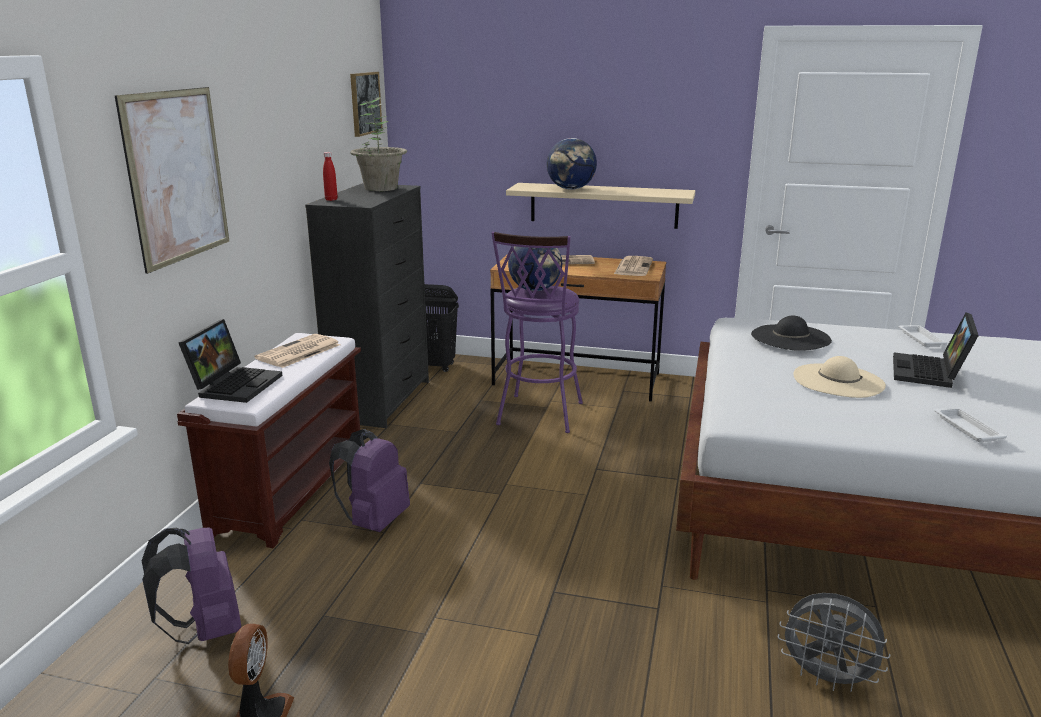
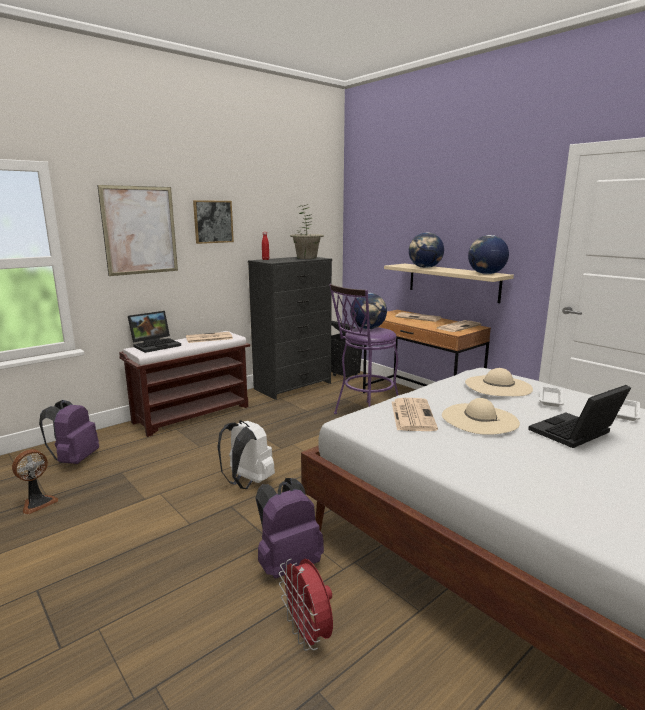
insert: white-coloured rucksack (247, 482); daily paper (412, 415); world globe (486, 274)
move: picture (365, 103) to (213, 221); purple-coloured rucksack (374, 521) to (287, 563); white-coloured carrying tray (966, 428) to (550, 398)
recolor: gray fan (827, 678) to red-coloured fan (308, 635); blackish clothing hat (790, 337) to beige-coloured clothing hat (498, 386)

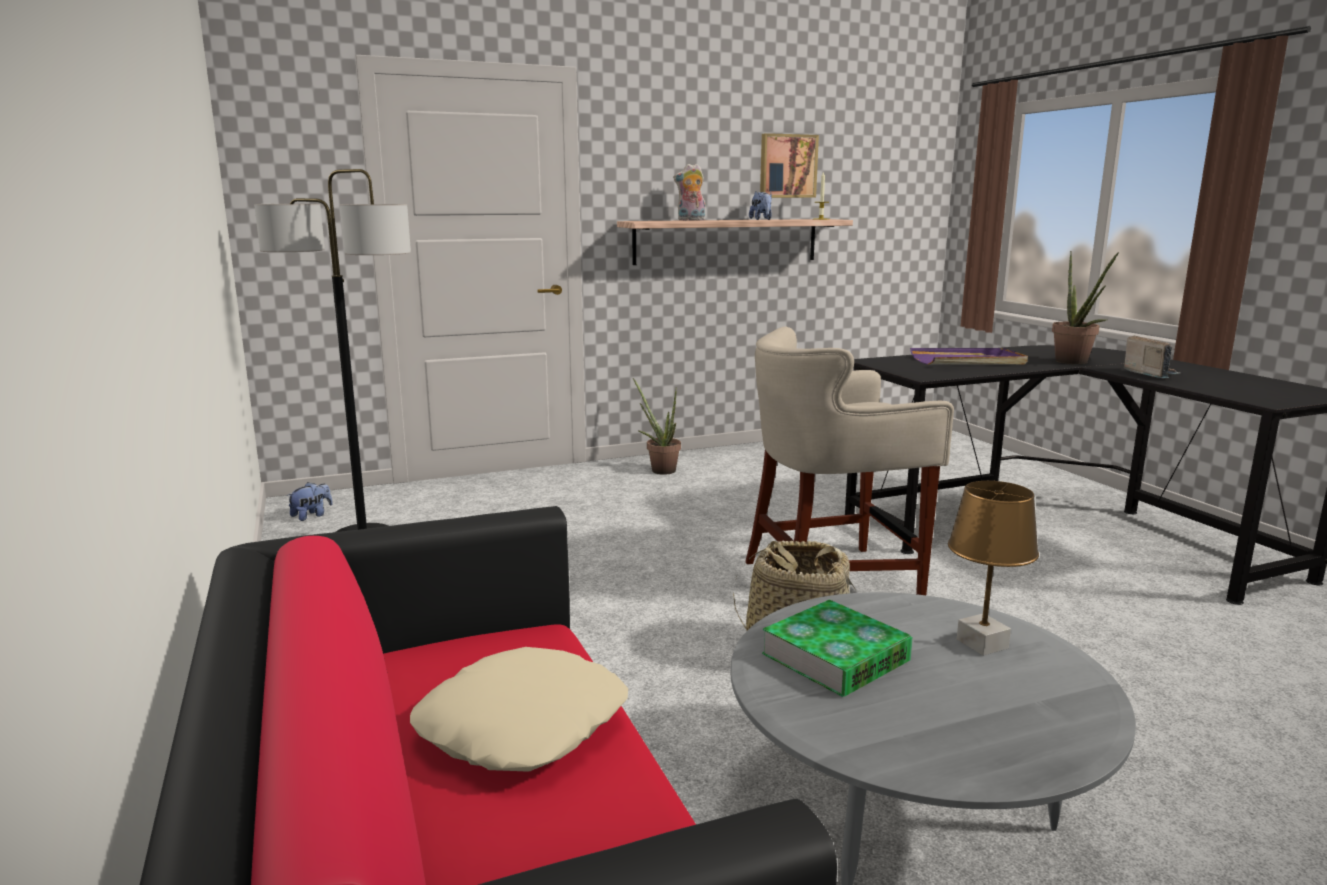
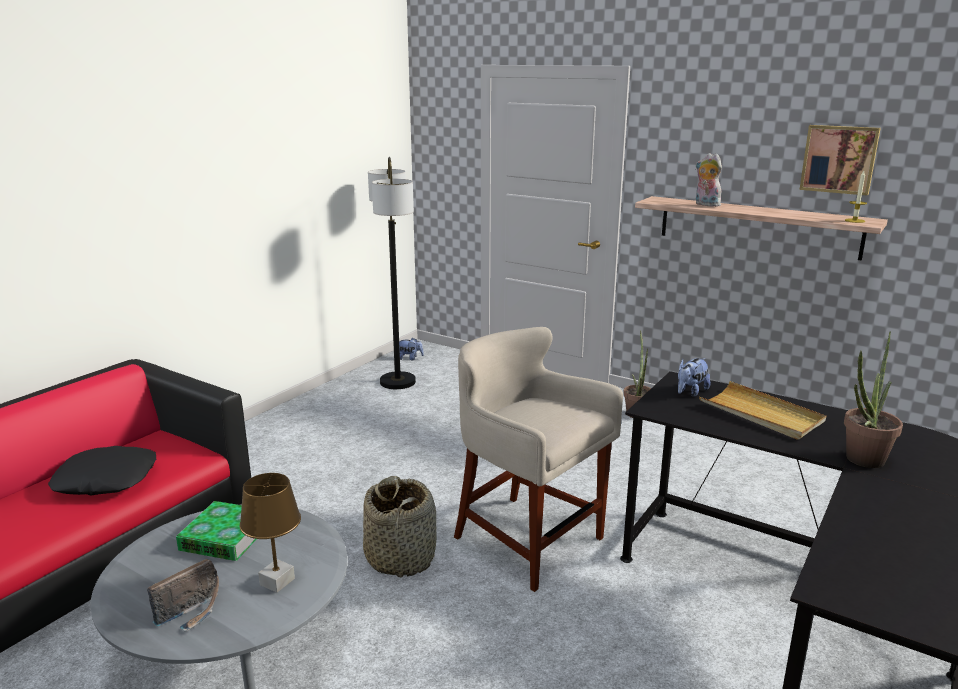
move: radio set (1150, 373) to (193, 612); cuddly toy (761, 219) to (690, 392)
recolor: beige-coloured throw pillow (521, 724) to blackish throw pillow (107, 479); purple-coloured carrying tray (968, 361) to beige-coloured carrying tray (761, 414)

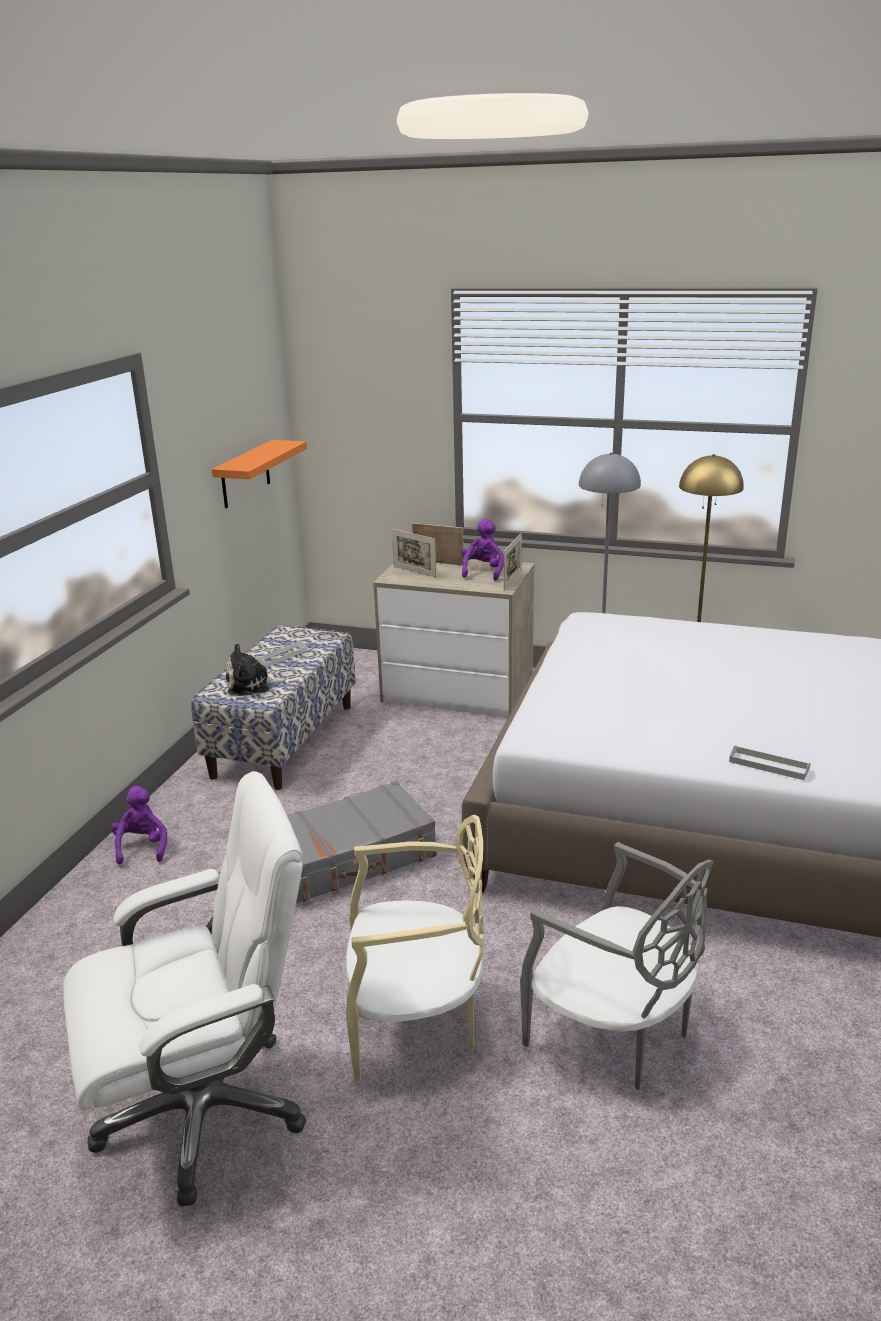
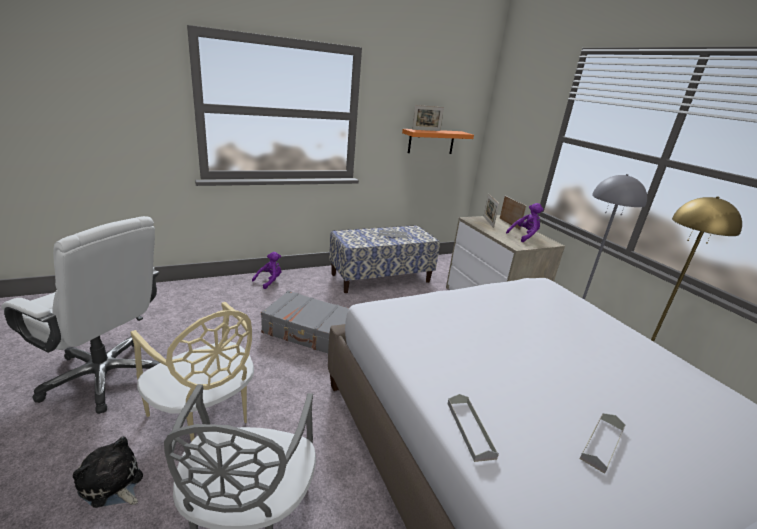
insert: gray carrying tray (602, 443)
move: cuddly toy (251, 685) to (112, 484); standing frame (512, 581) to (426, 130)

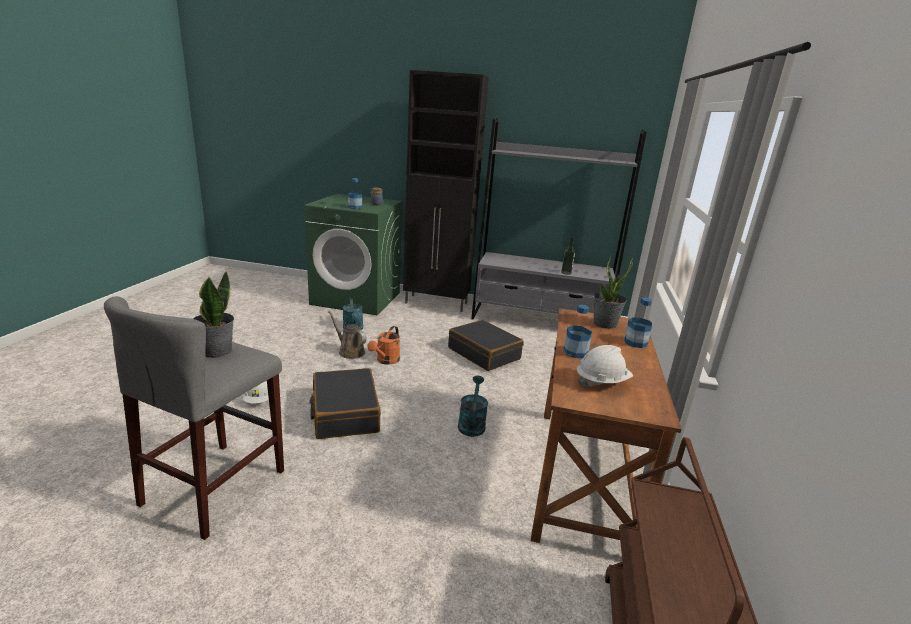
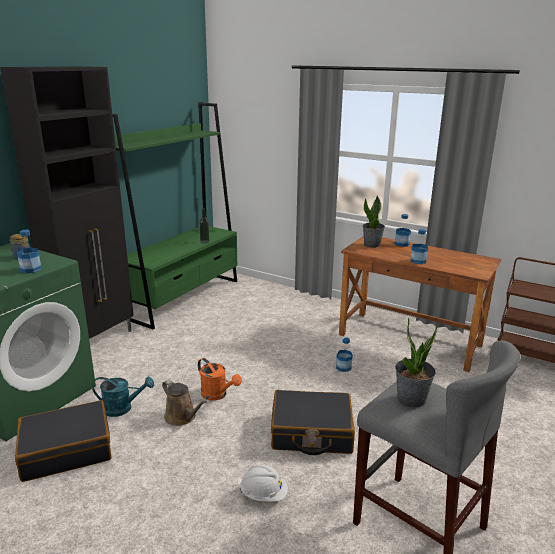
delete: white-coloured work helmet (601, 382)
move: blackish travel case (484, 353) to (66, 450)
replace: turquoise-coloured watering pot (471, 423) to beverage bottle (343, 367)
recolor: gray bookshelf (539, 321) to greenish bookshelf (183, 298)
rotate: brown watering pot (350, 351) = (182, 417) 105 degrees counterclockwise

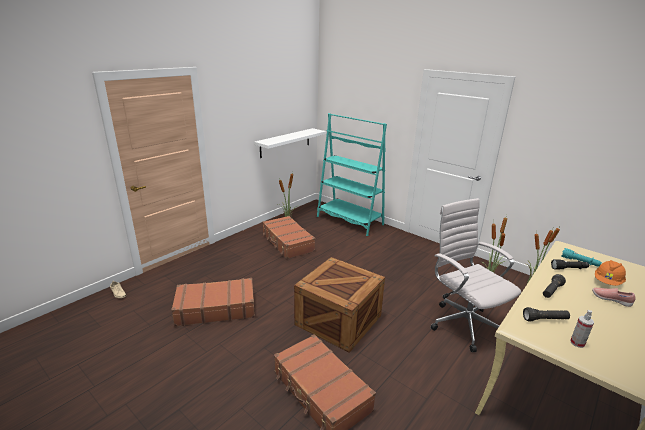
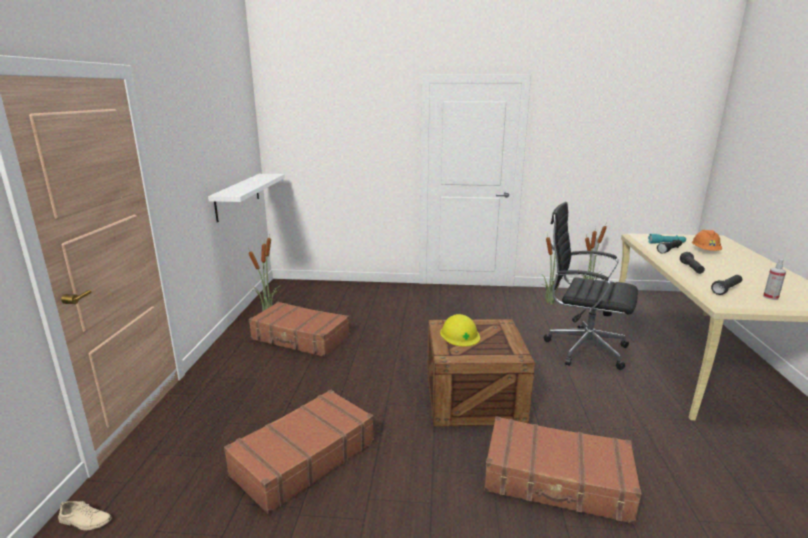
delete: turquoise-coloured bookshelf (349, 220); pinkish item of footwear (610, 300)
insert: yellowish work helmet (460, 334)
recolor: white-coloured computer chair (463, 323) to blackish computer chair (582, 348)

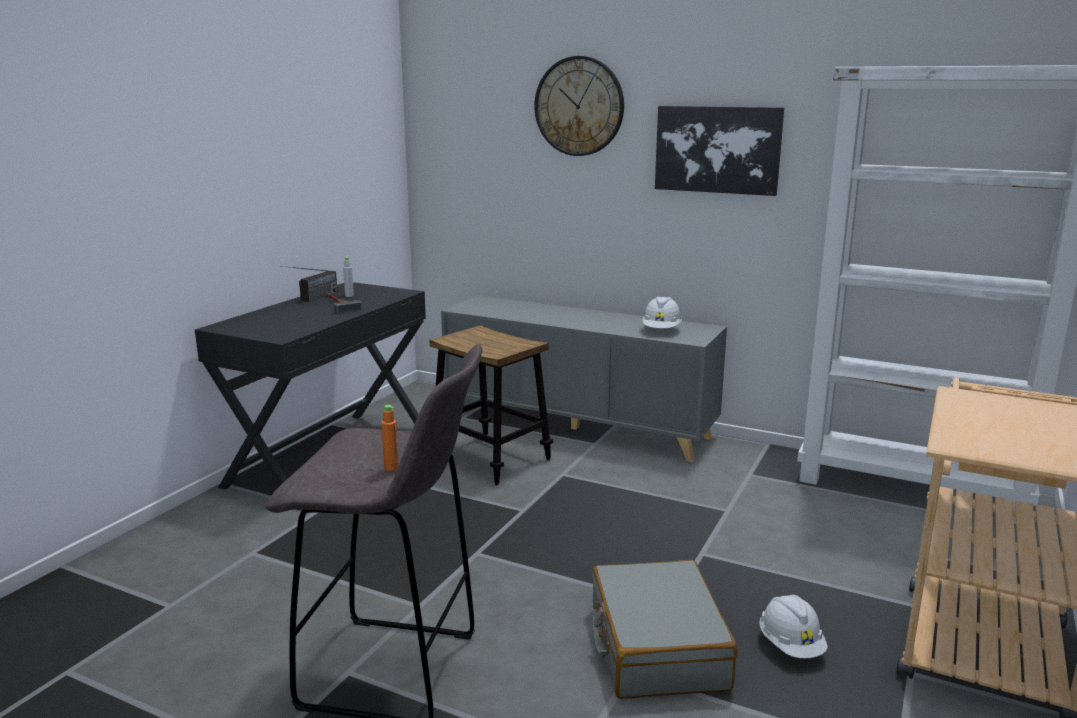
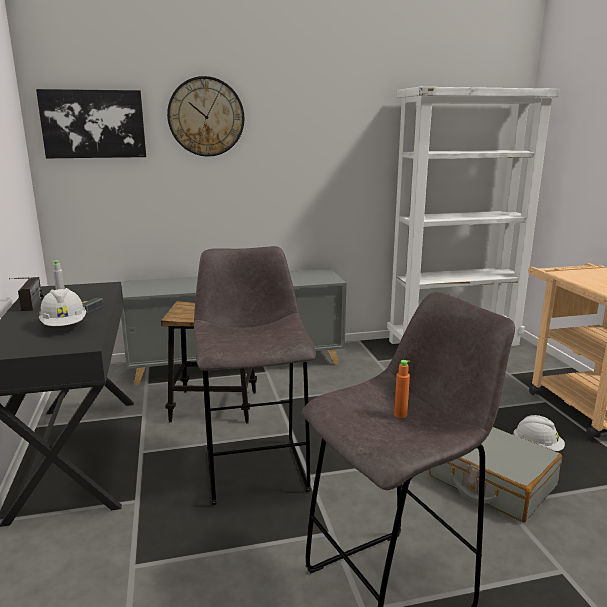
insert: gray stool seat (255, 468)
move: picture (717, 149) to (93, 124); white-coloured work helmet (661, 330) to (64, 326)

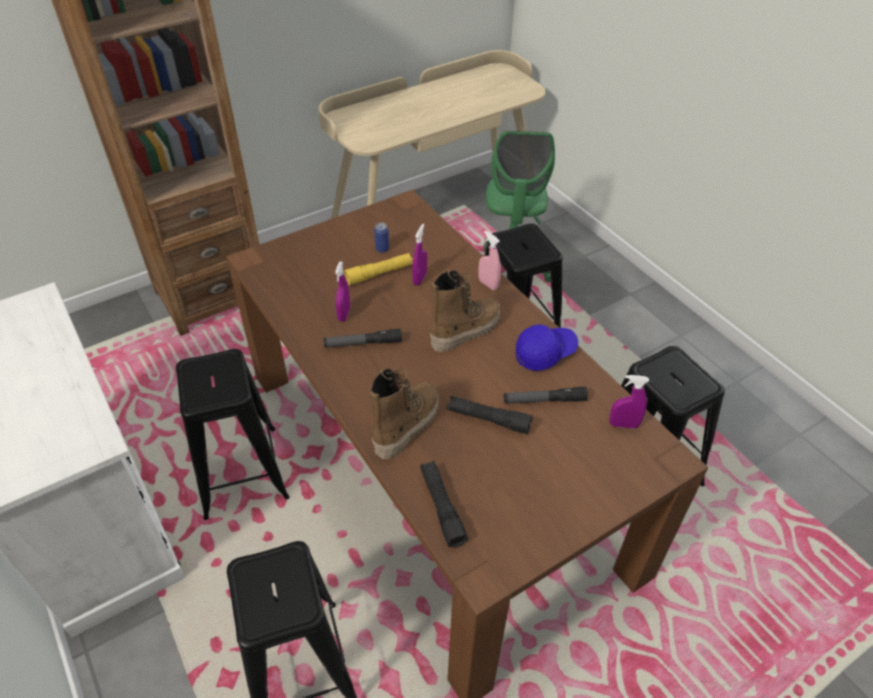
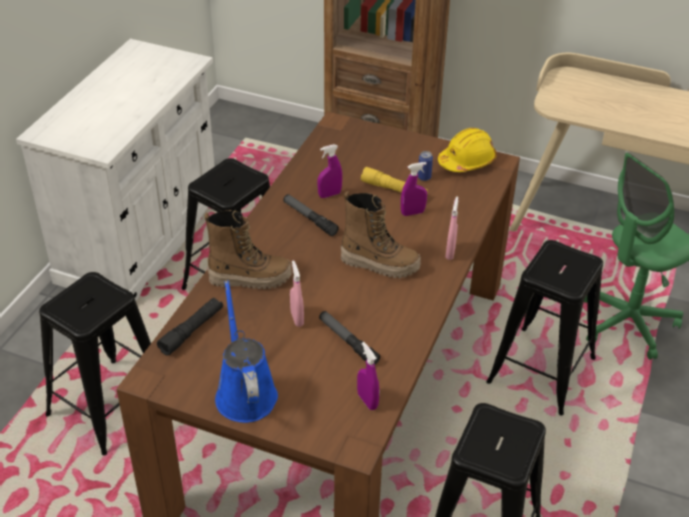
delete: bluish cap (545, 353)
insert: bluish watering pot (244, 392); yellowish work helmet (467, 161)
replace: blackish hand torch (488, 419) to pinkish sprayer (297, 318)

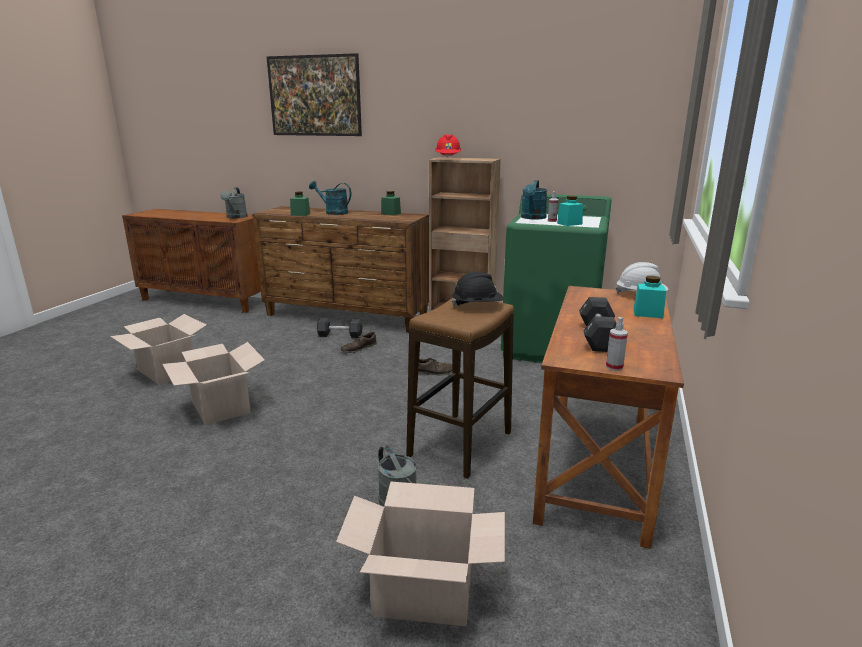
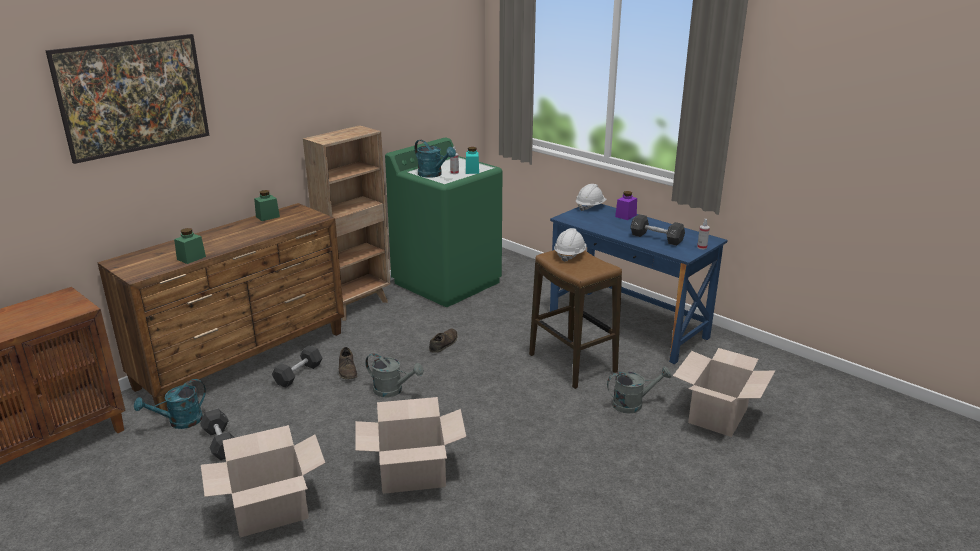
delete: red-coloured work helmet (448, 158)
insert: gray dumbbell (221, 442)
move: turquoise-coloured watering pot (333, 212) to (179, 422); gray watering pot (236, 217) to (393, 390)
recolor: brown desk table (597, 465) to bluish desk table (627, 325); blackish work helmet (477, 306) to white-coloured work helmet (569, 255); turquoise-coloured preserve jar (648, 313) to purple-coloured preserve jar (625, 216)

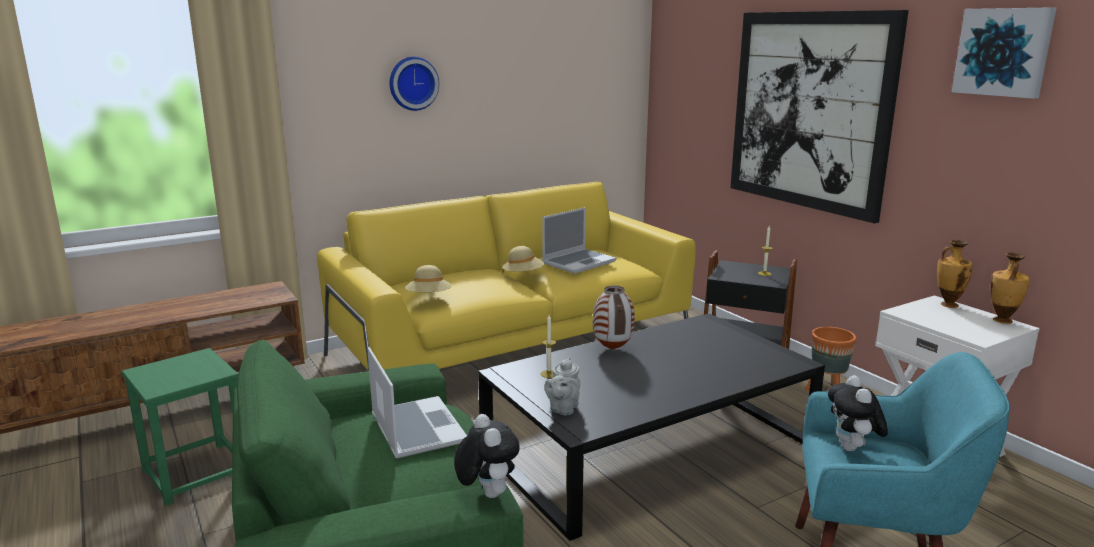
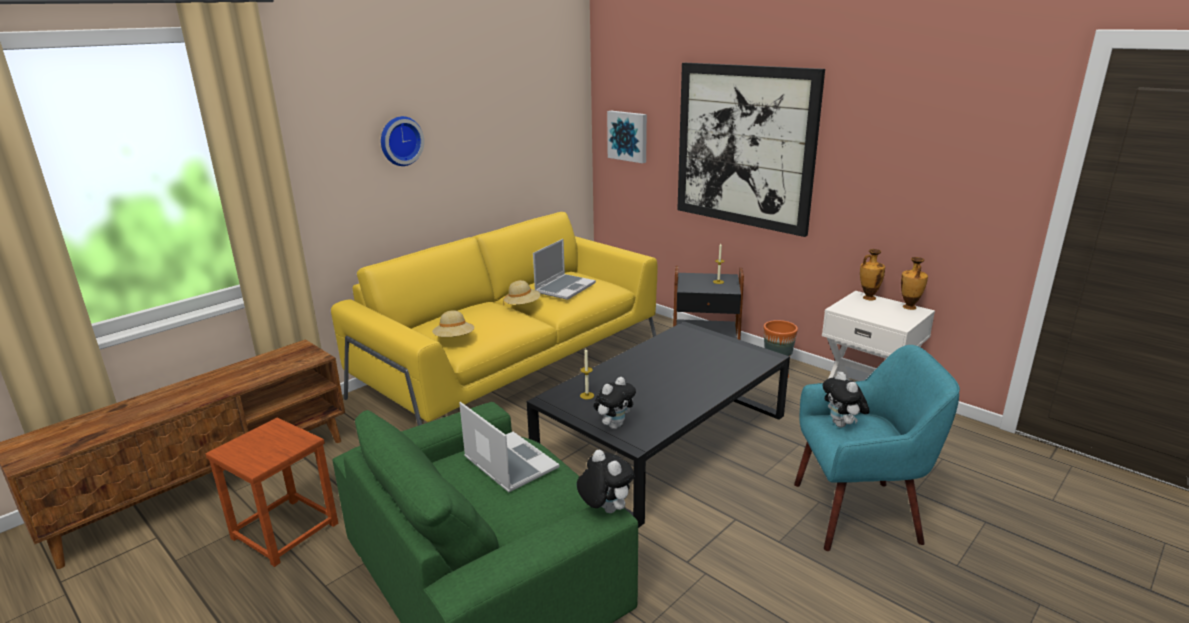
delete: decorative vase (613, 349)
move: picture (1003, 52) to (628, 136)
replace: gray teapot (563, 408) to cuddly toy (614, 425)
recolor: greenish stool seat (196, 473) to brown stool seat (285, 531)

